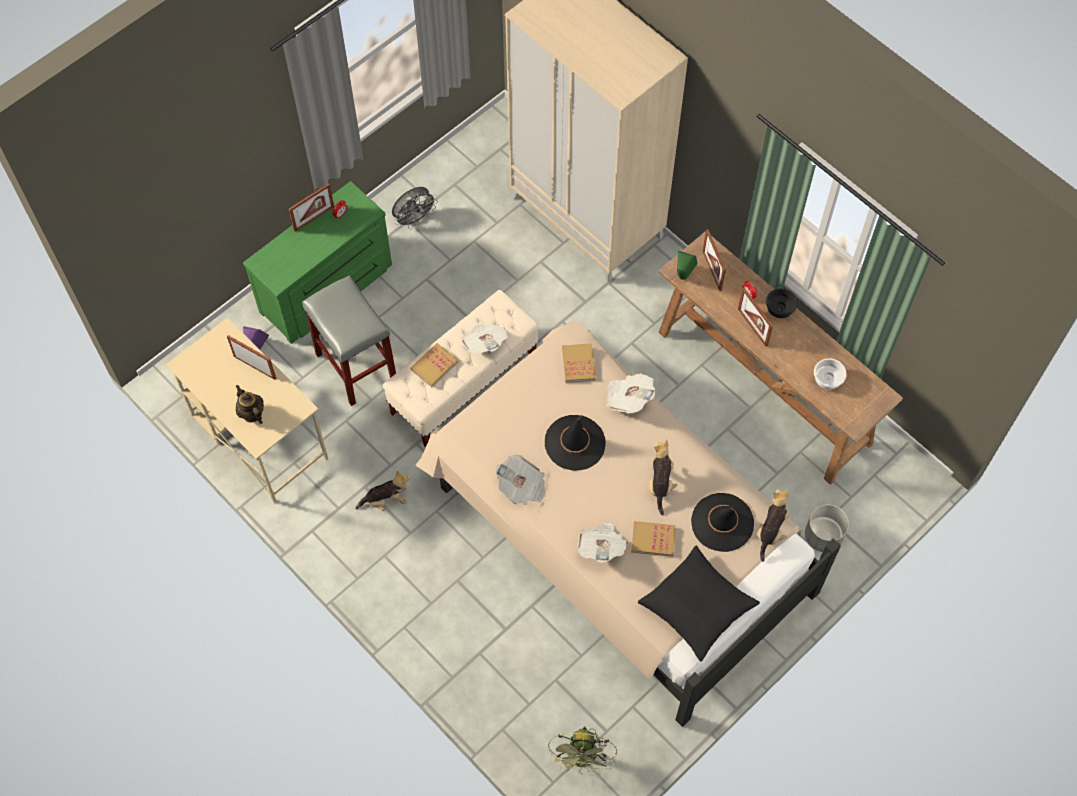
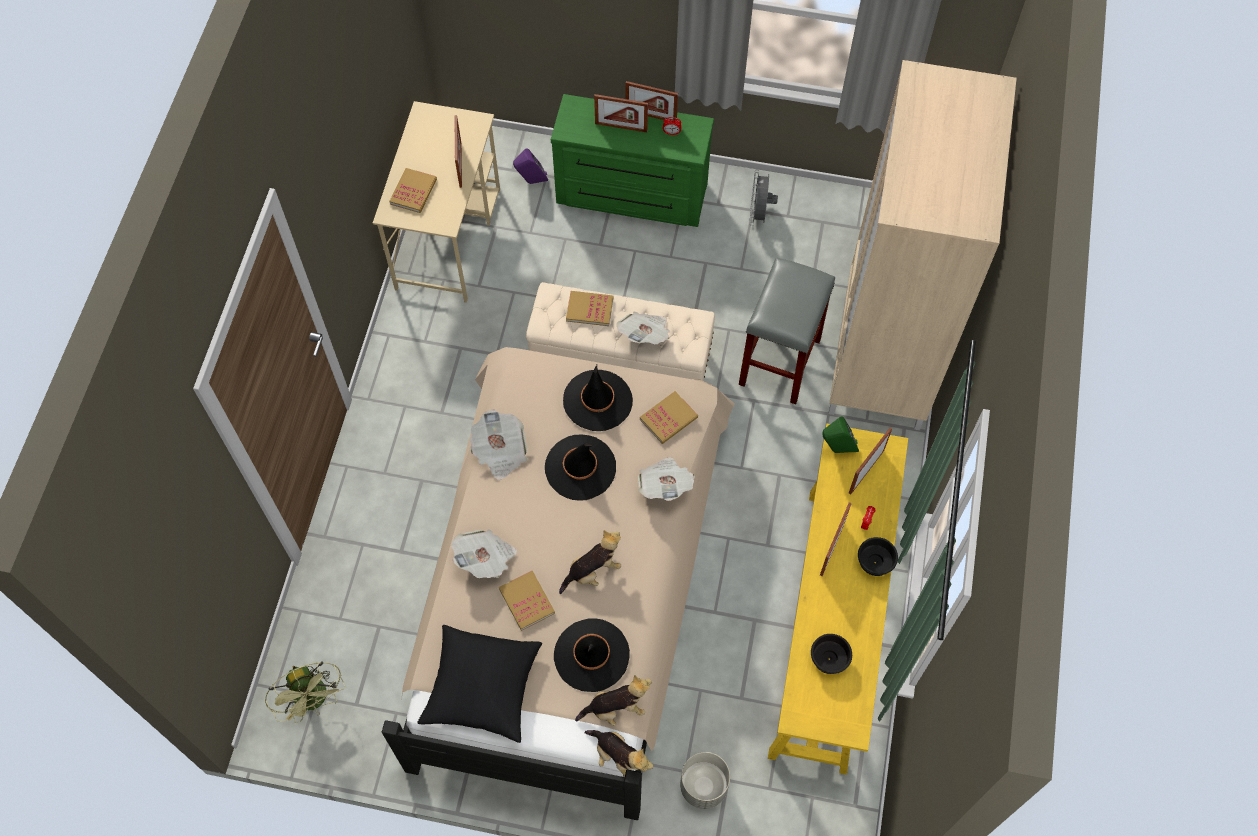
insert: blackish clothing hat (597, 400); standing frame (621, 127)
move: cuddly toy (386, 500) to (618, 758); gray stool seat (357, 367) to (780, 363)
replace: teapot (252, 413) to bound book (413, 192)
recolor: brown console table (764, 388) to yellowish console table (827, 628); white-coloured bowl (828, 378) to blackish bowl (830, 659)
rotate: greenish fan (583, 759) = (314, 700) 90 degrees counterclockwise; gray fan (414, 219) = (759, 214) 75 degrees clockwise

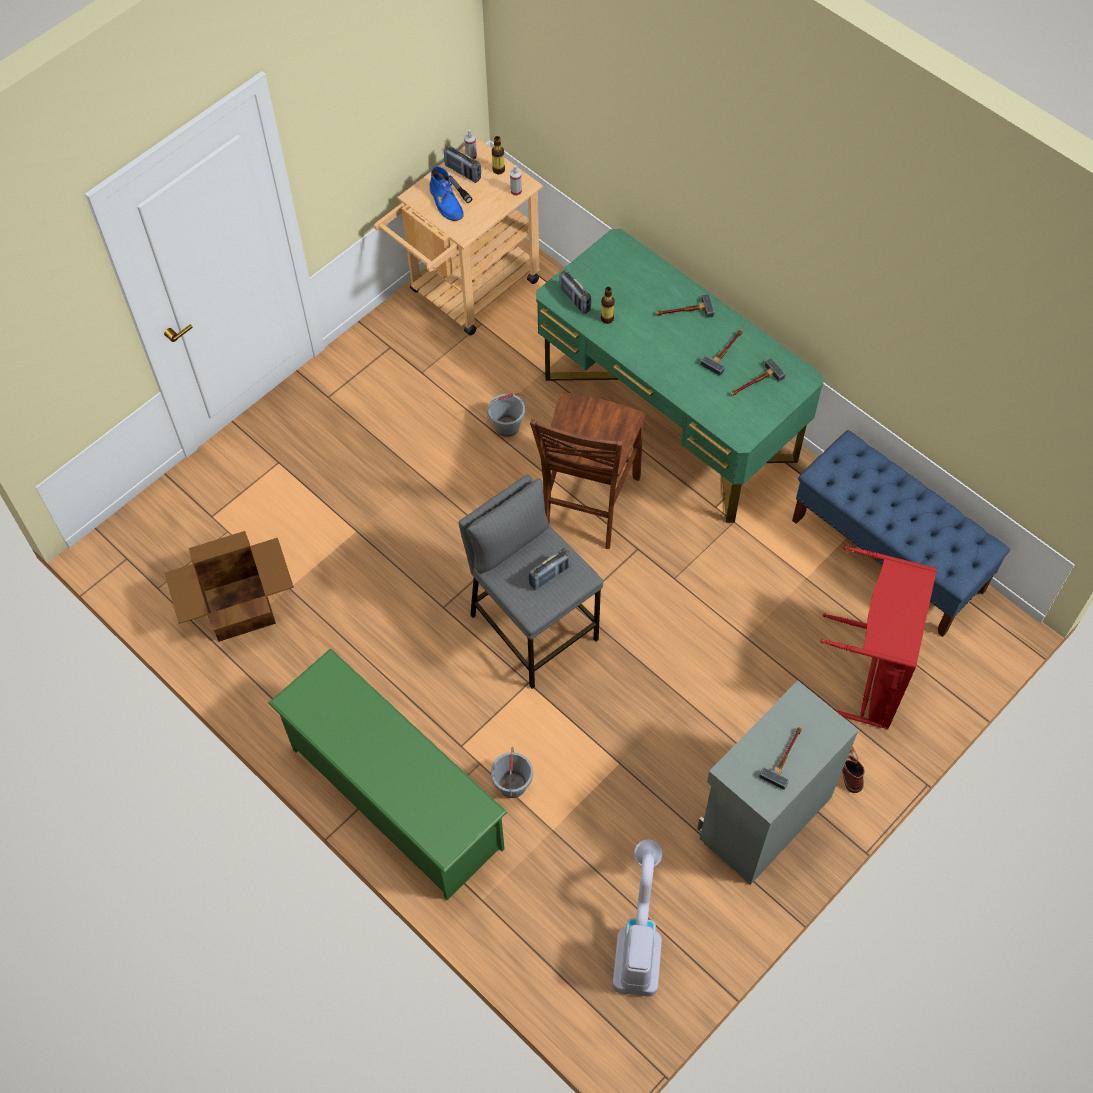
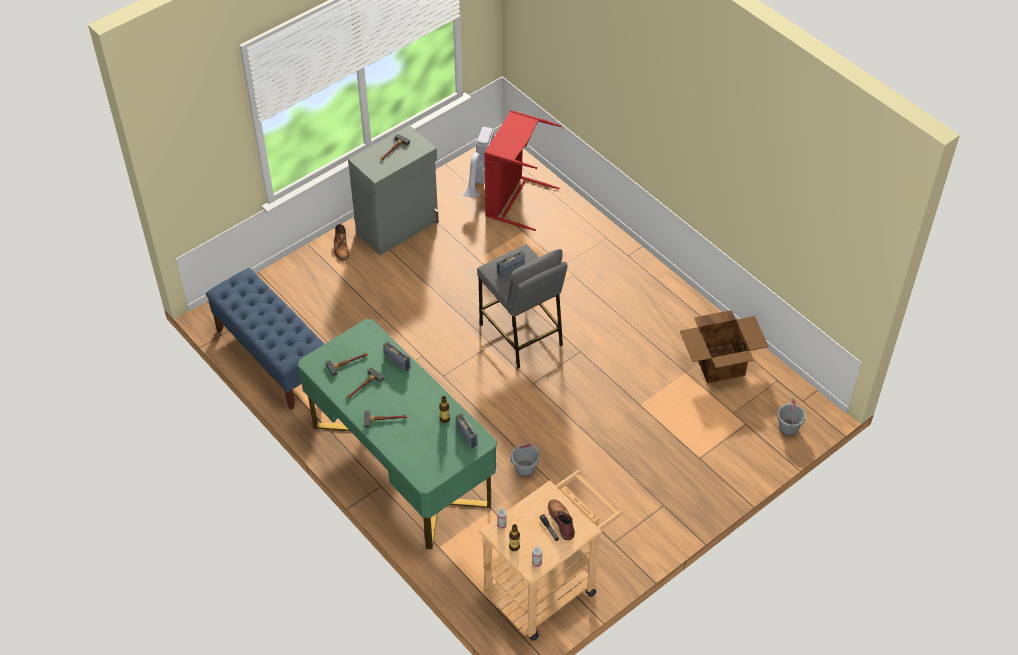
delete: greenish shoe shelf (395, 797); brown chair (587, 505)
move: radio set (463, 172) to (397, 362); red-coloured laundry basket (869, 675) to (514, 200); gray bucket (512, 784) to (788, 428)
recolor: bluish boot (446, 202) to brown boot (561, 520)

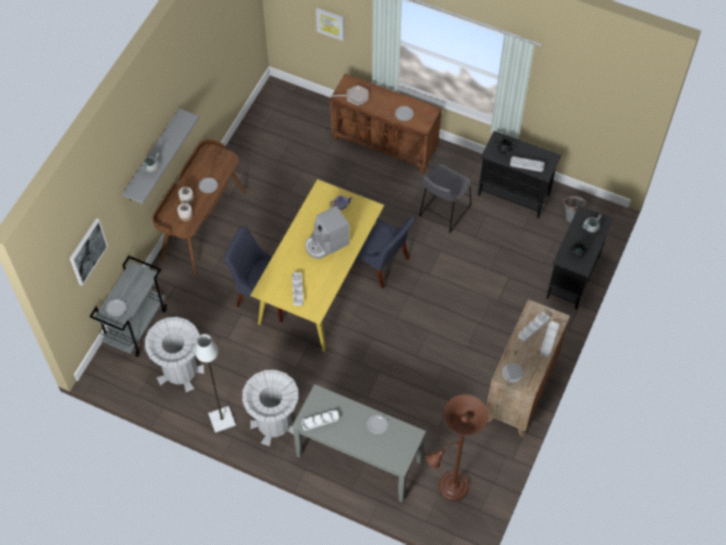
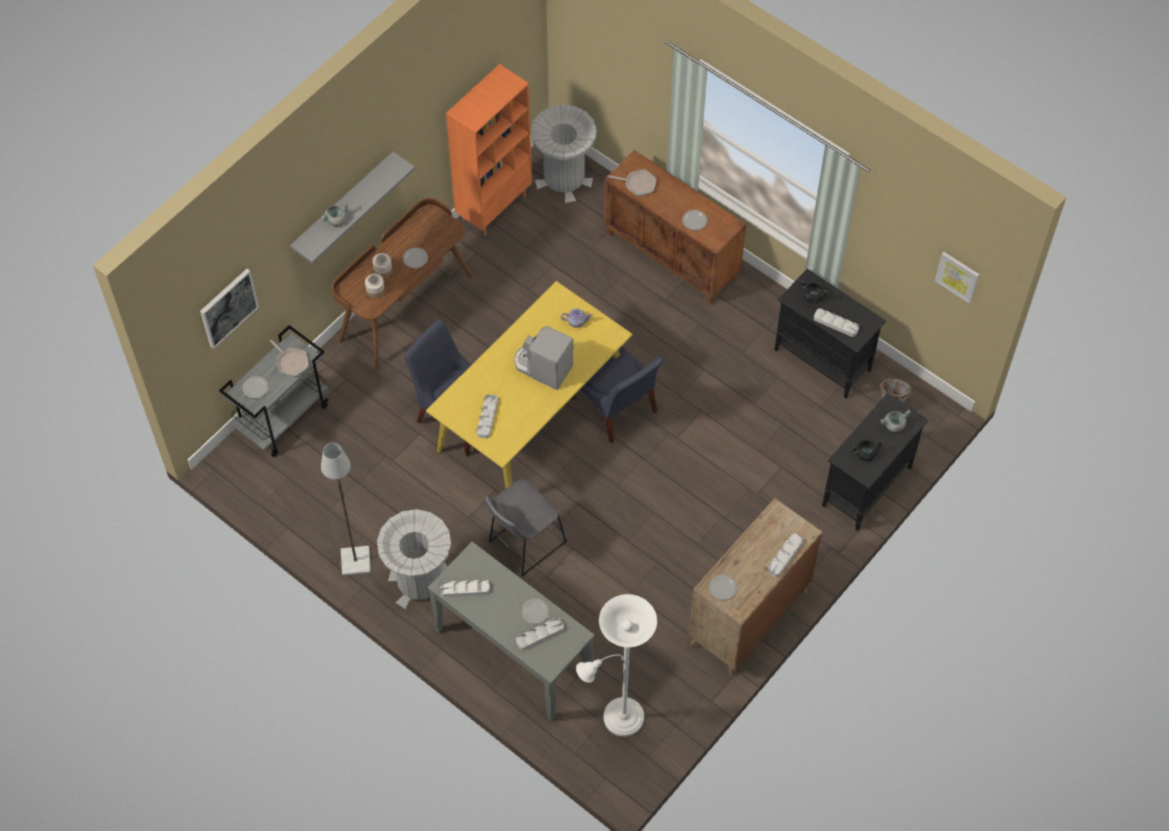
insert: frying pan (291, 362); orangey bookshelf (494, 207)
move: gray stool seat (443, 212) to (524, 544); gray carrying tray (533, 327) to (540, 635); gray trash can (180, 371) to (564, 179); picture (330, 23) to (957, 276)
recolor: brown standing lamp (450, 488) to white-coloured standing lamp (618, 719)
rotate: coffee maker (326, 244) = (542, 367) 45 degrees clockwise

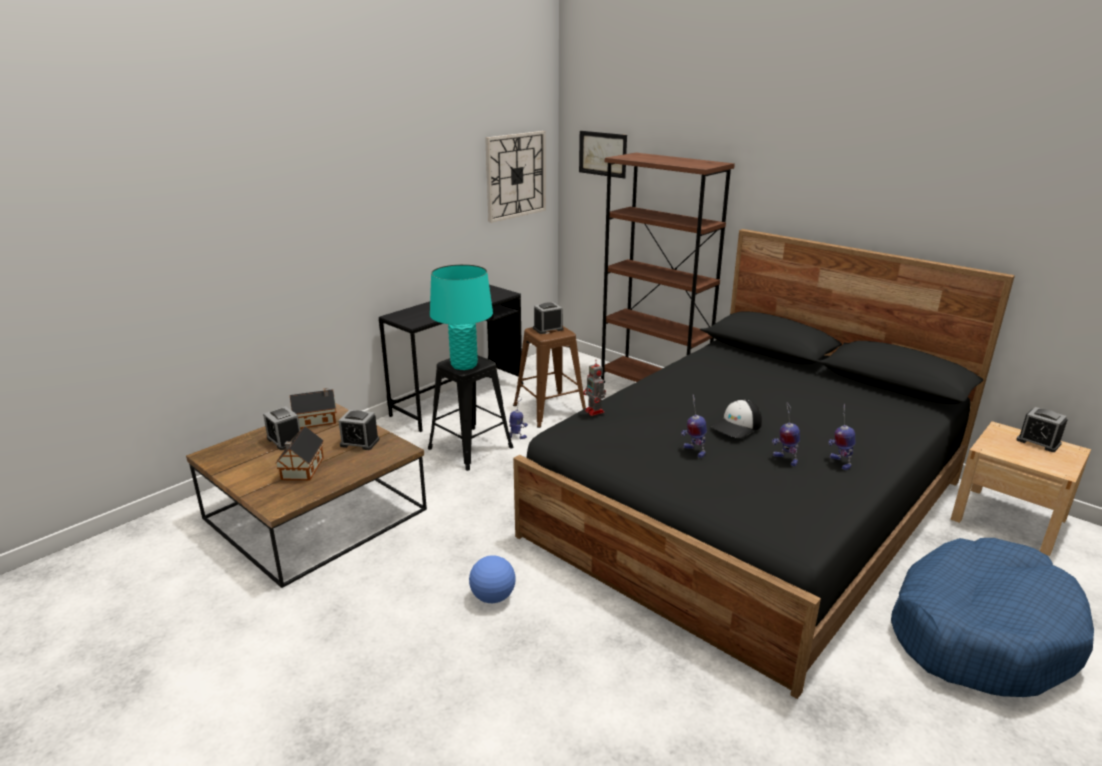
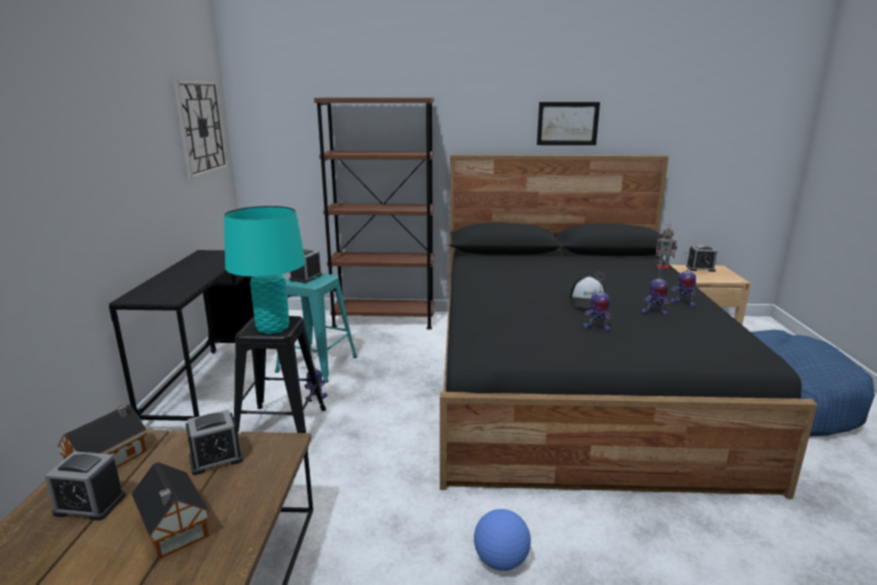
move: picture (602, 154) to (567, 123); model robot (595, 412) to (664, 267)
recolor: brown stool seat (549, 410) to turquoise-coloured stool seat (317, 364)

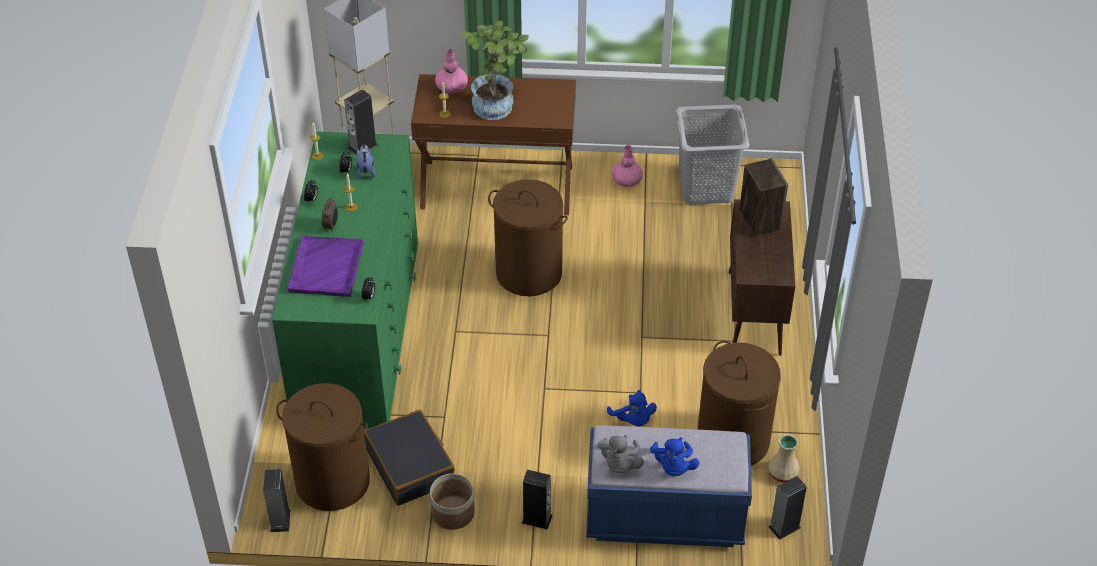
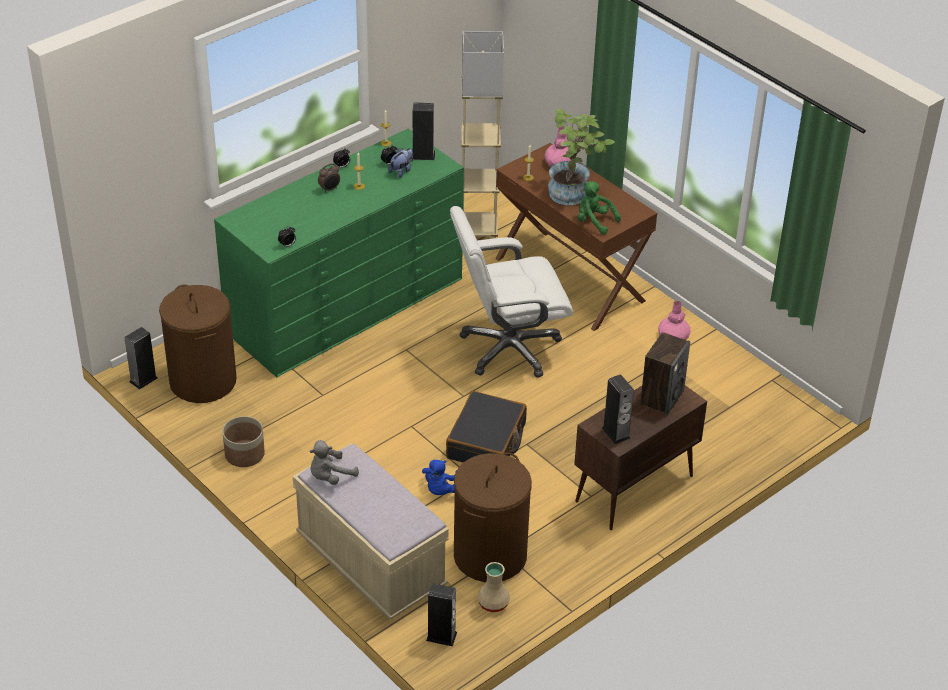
delete: purple-coloured carrying tray (326, 268); bluish cuddly toy (673, 467); gray laundry basket (705, 187)
insert: greenish cuddly toy (594, 222)
move: blackish travel case (410, 466) to (486, 441); loudspeaker (537, 519) to (616, 433)
replace: brown laundry basket (528, 273) to white-coloured computer chair (508, 348)
recolor: bluish indoor bench (664, 517) to beige-coloured indoor bench (371, 564)

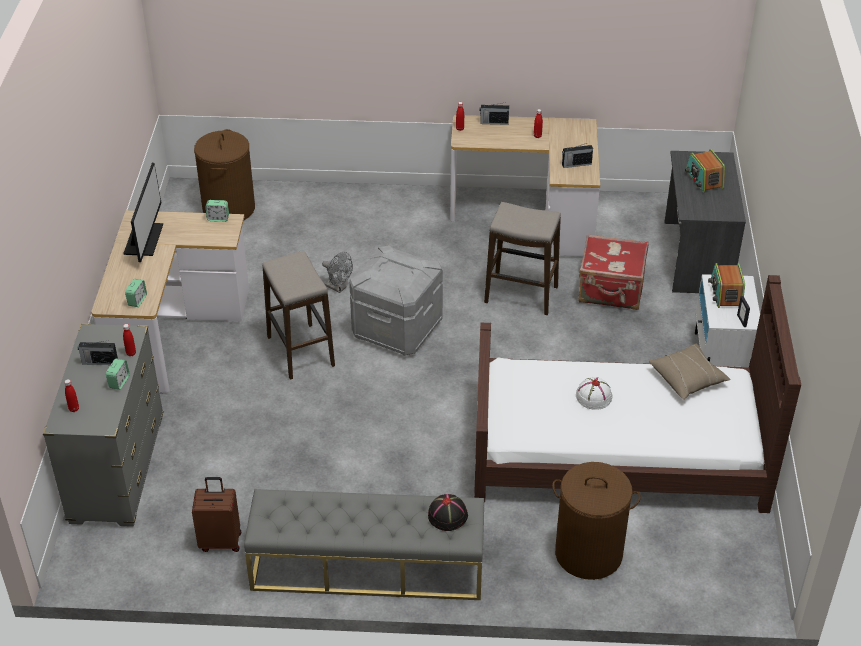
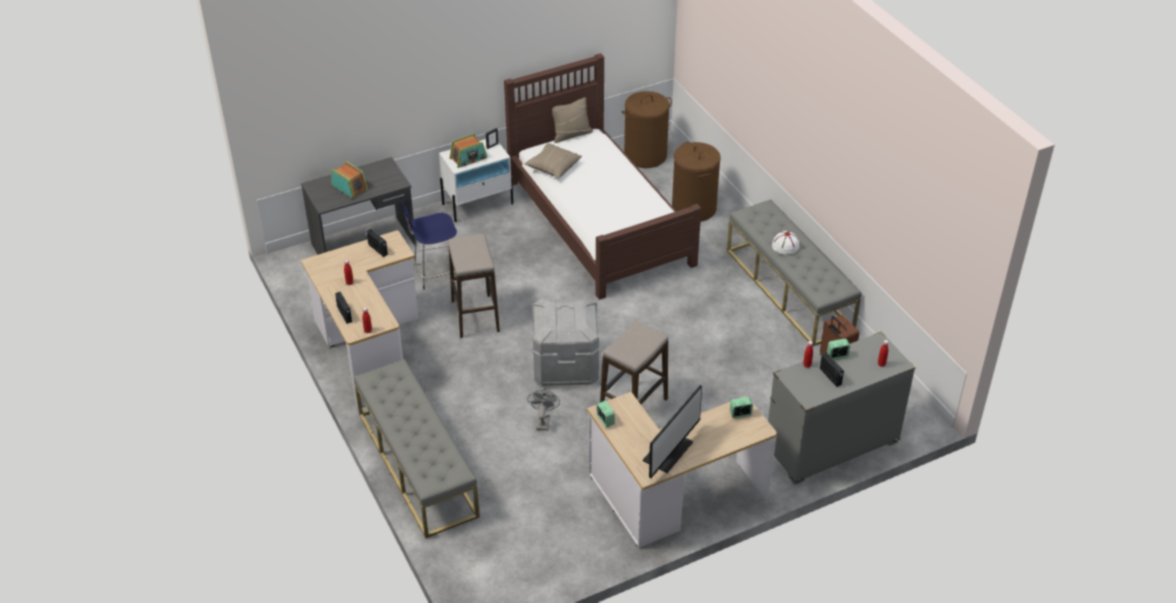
delete: blackish clothing hat (448, 515)
insert: gray indoor bench (417, 464); beige-coloured throw pillow (571, 134)
move: brown laundry basket (229, 209) to (645, 155); white-coloured clothing hat (593, 396) to (785, 246)
replace: red-coloured travel case (611, 290) to bluish stool seat (436, 273)
rotate: radio set (704, 179) = (349, 187) 90 degrees counterclockwise; monitor (144, 239) = (668, 452) 150 degrees clockwise

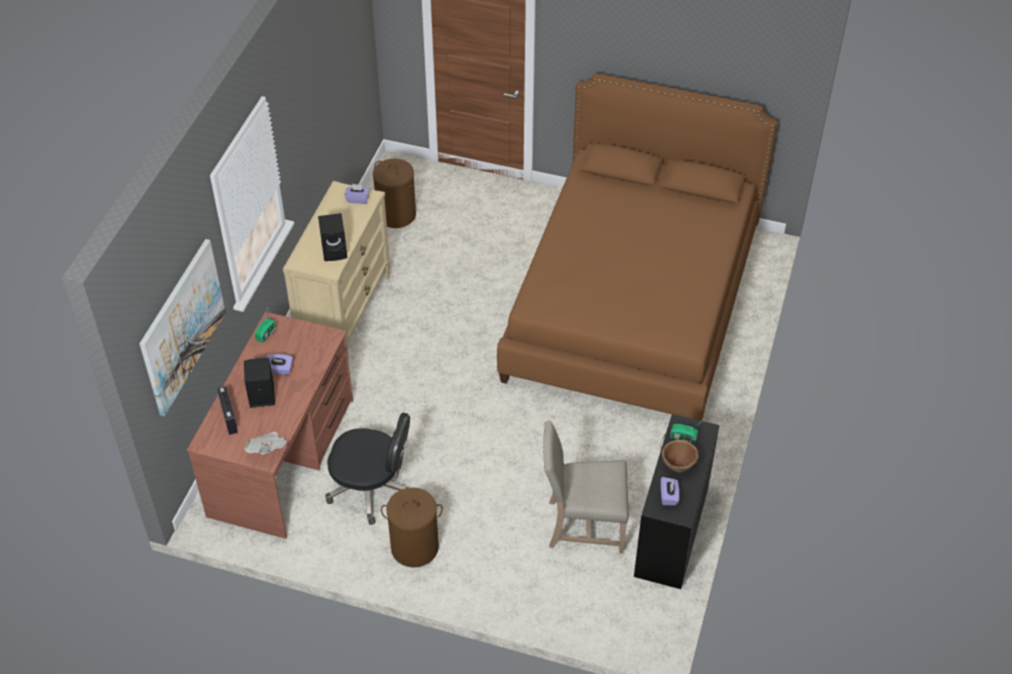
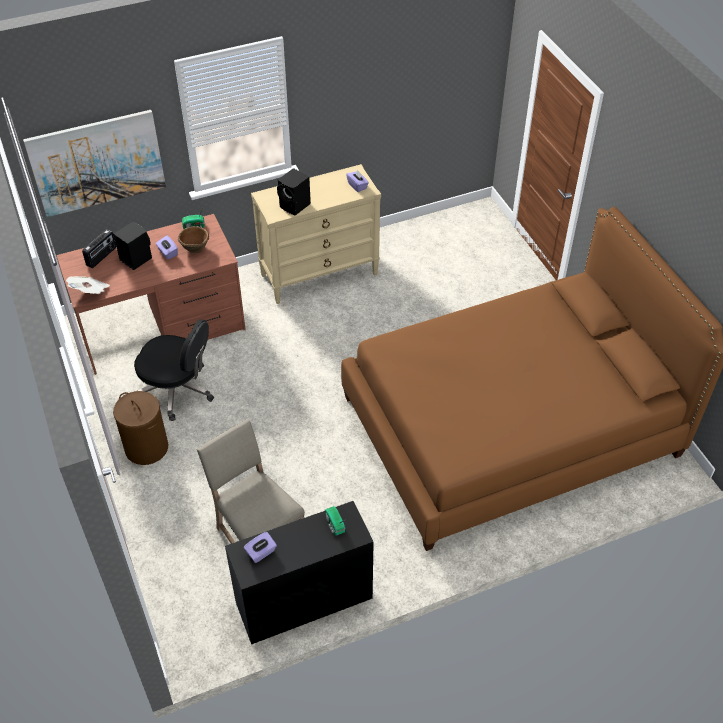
delete: brown laundry basket (396, 214)
move: brown bowl (678, 465) to (195, 248)
rotate: blackish computer chair (372, 488) = (178, 390) 45 degrees counterclockwise

